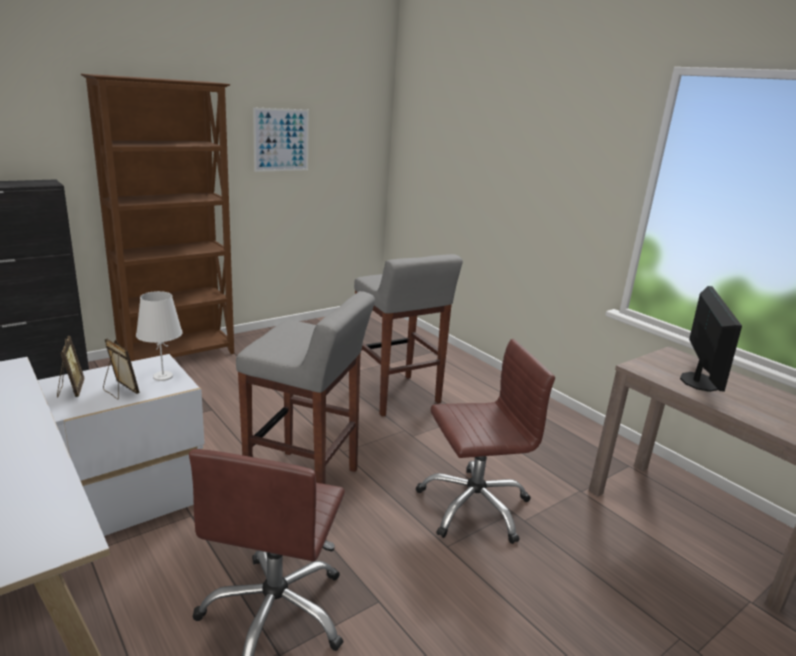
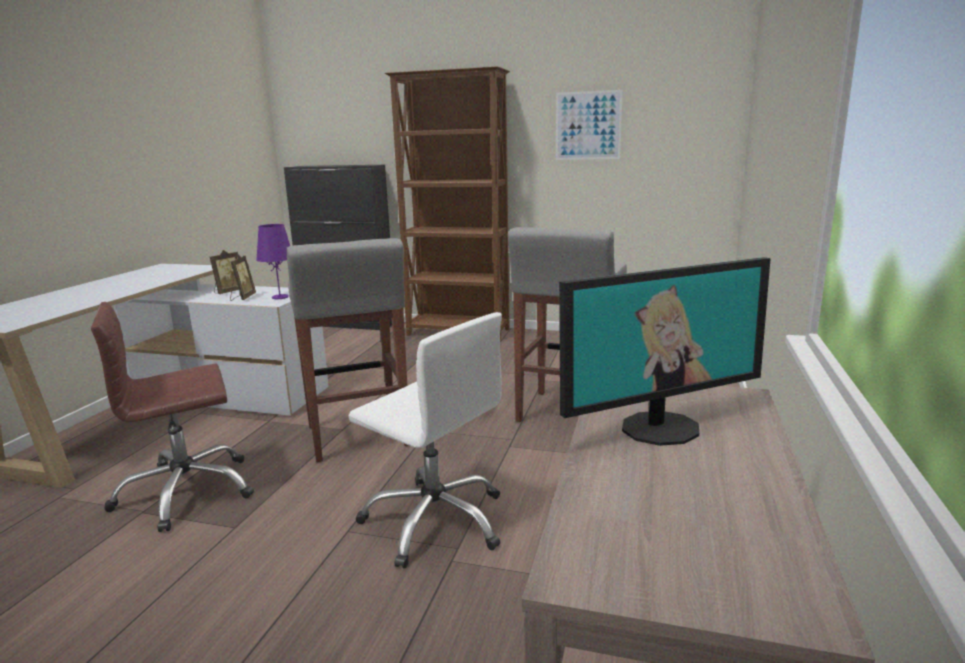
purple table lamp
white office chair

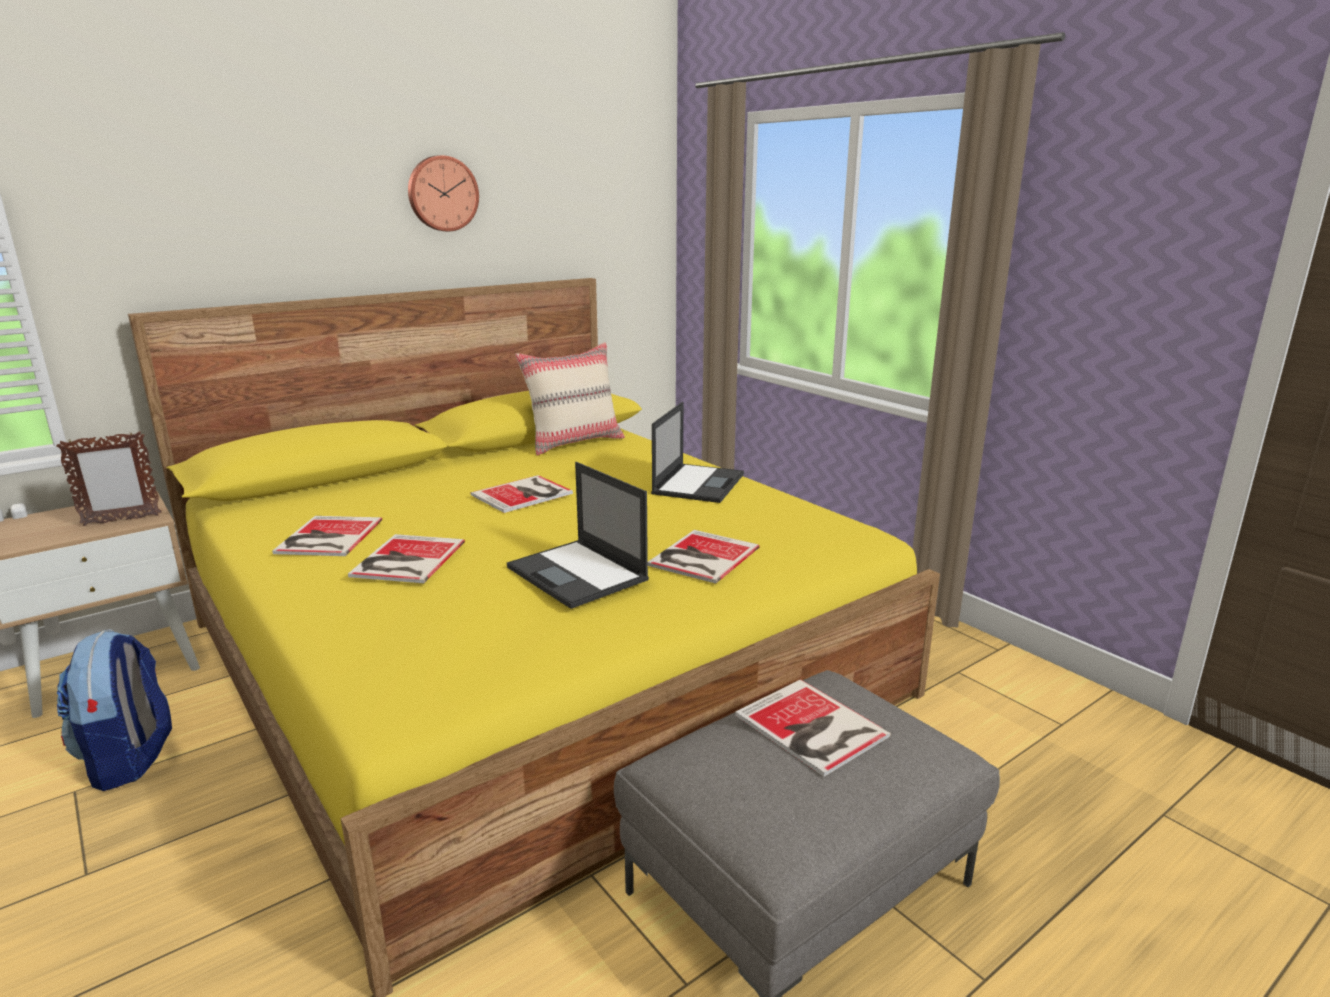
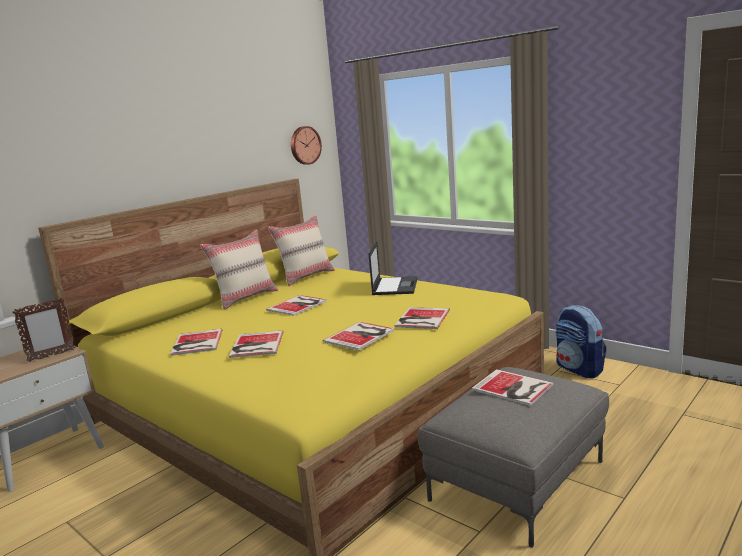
beige pillow (1st from left)
backpack
wall clock
book (4th from left)

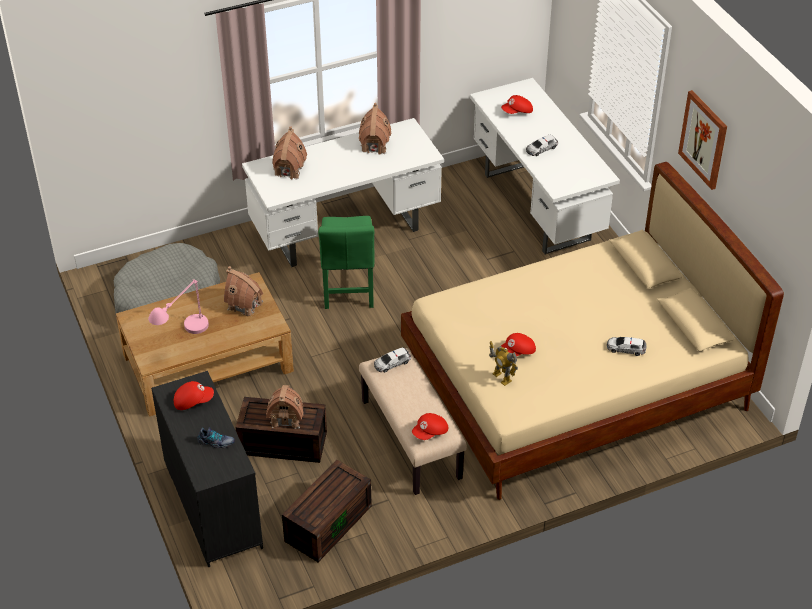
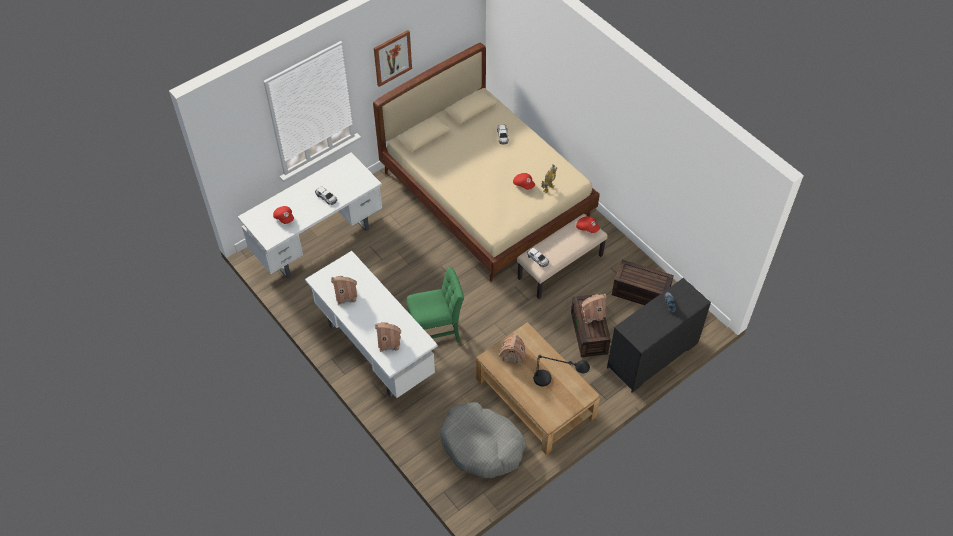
red cap (1st from left in the first image)
black table lamp

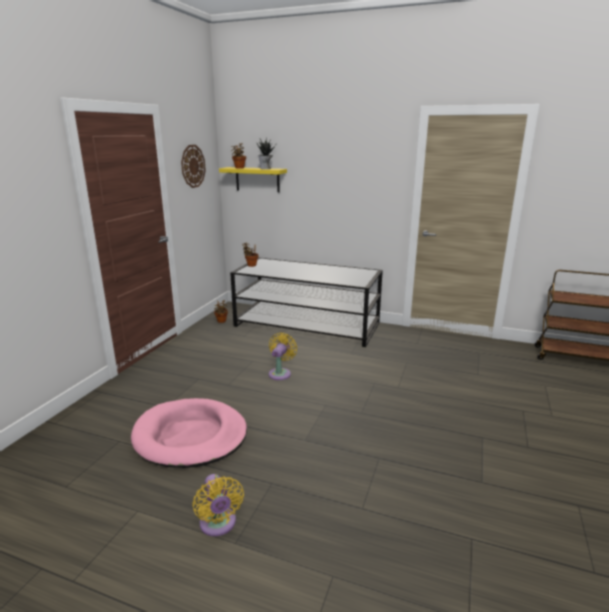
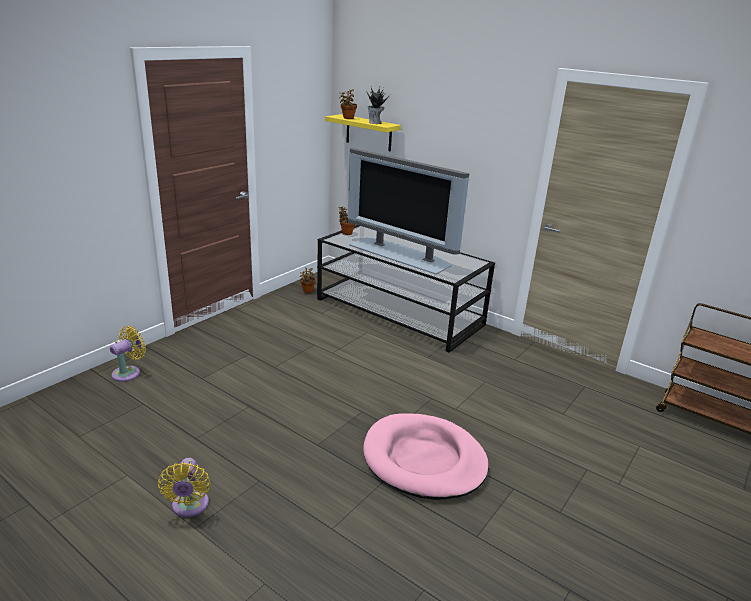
wall clock
television
pink dog bed
yellow fan (1st from left)

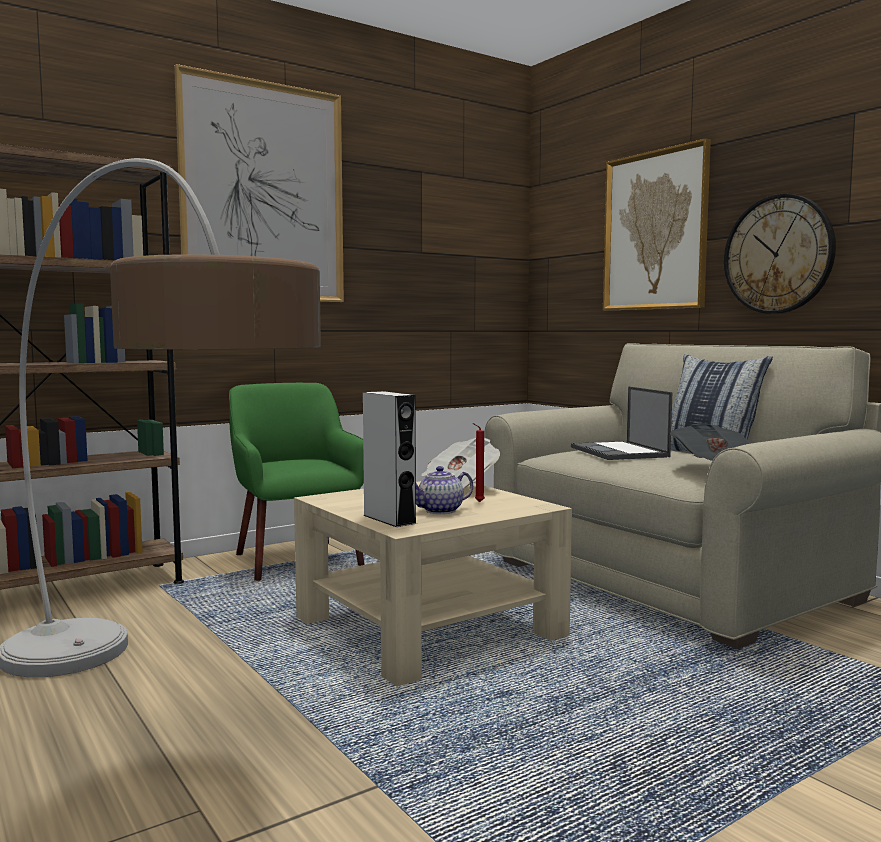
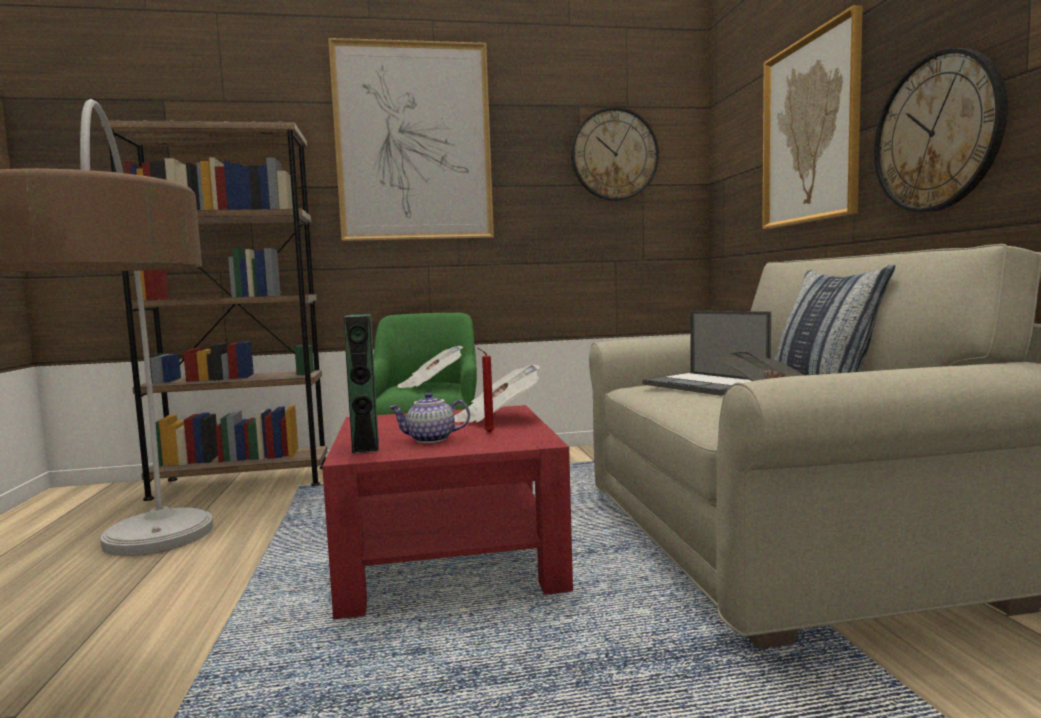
newspaper (1st from left)
wall clock (1st from left)
red coffee table
green speaker
laptop

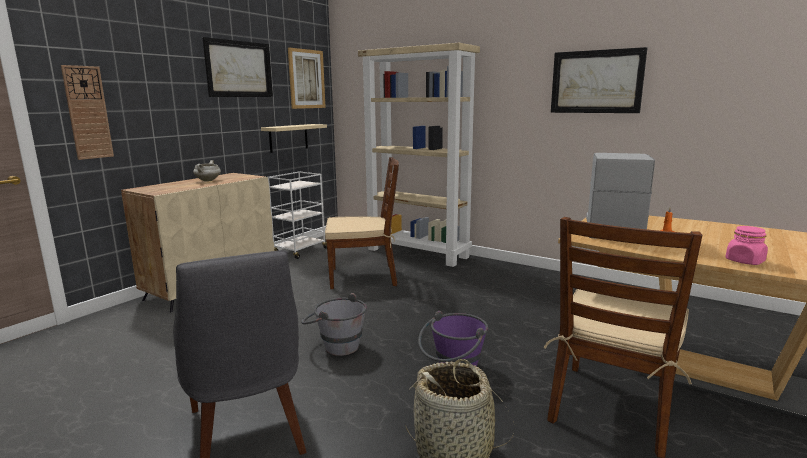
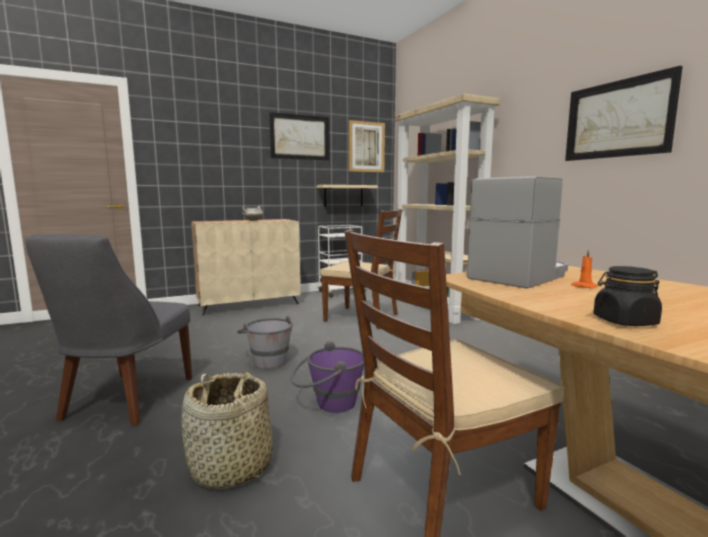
wall clock
black jar

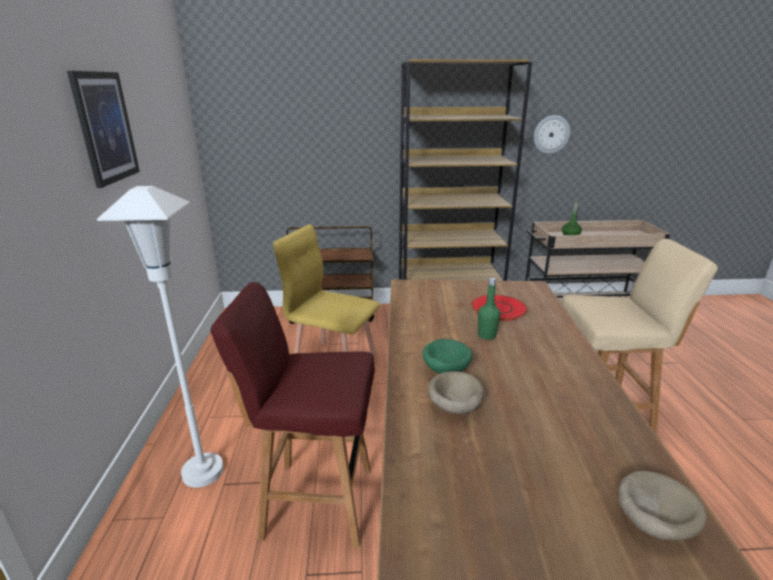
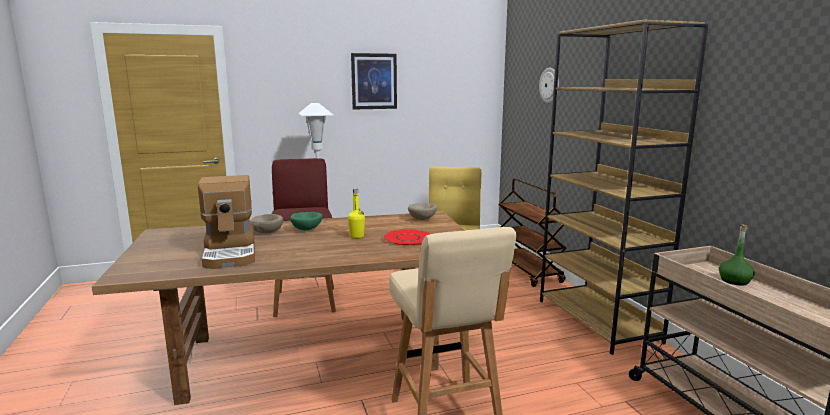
coffee machine
wall clock
beige bowl (2nd from left)
yellow bottle

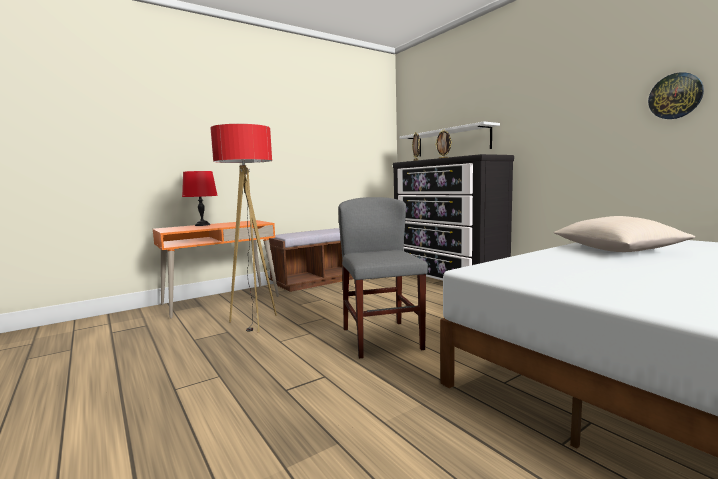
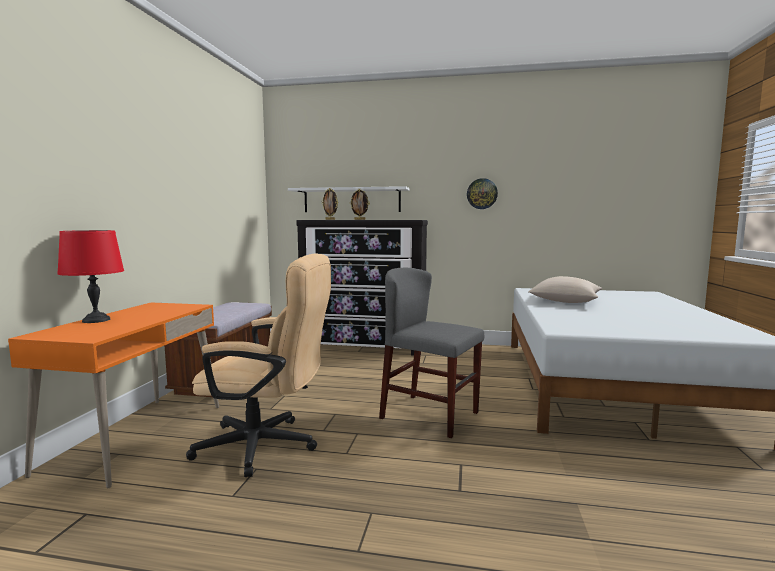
wall clock
beige office chair

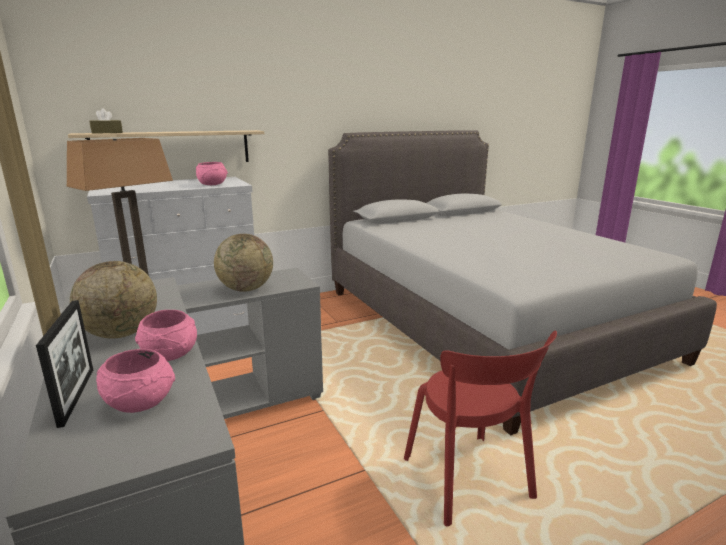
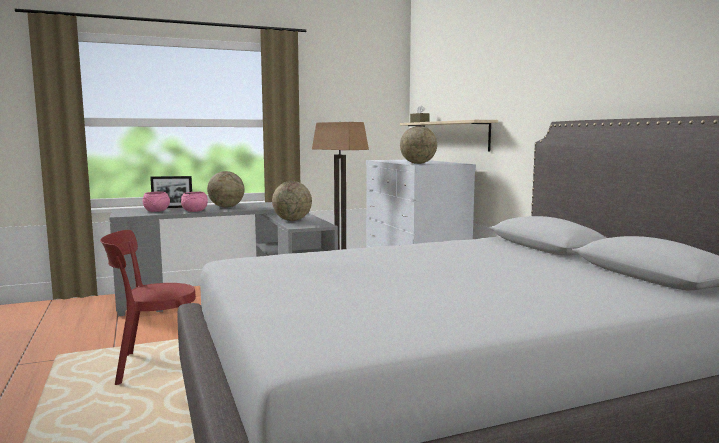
globe (3rd from left)

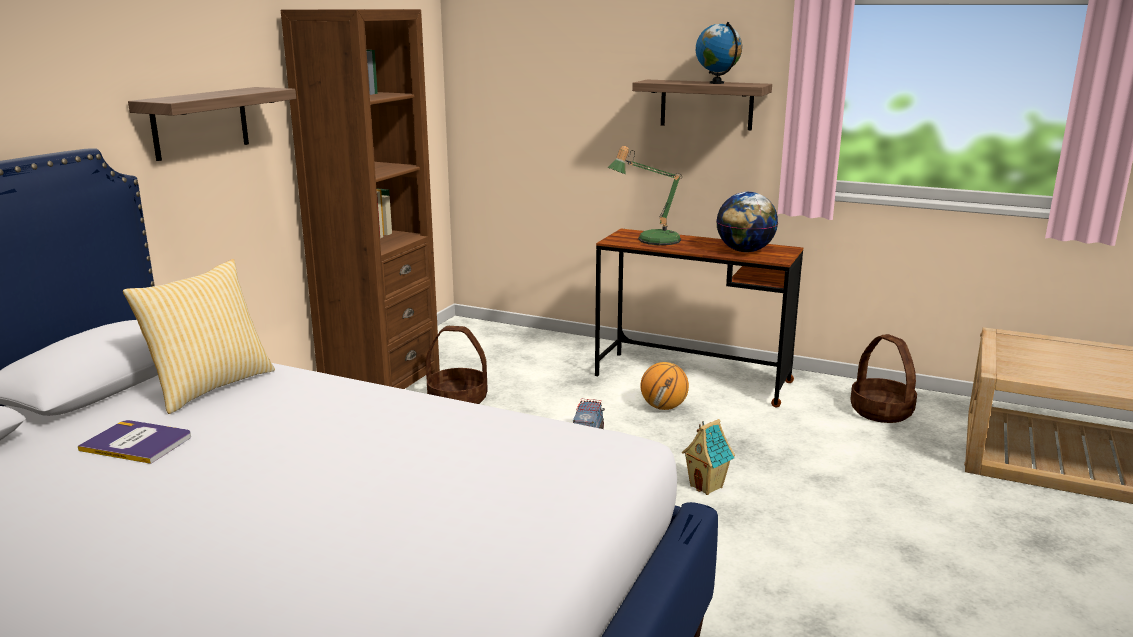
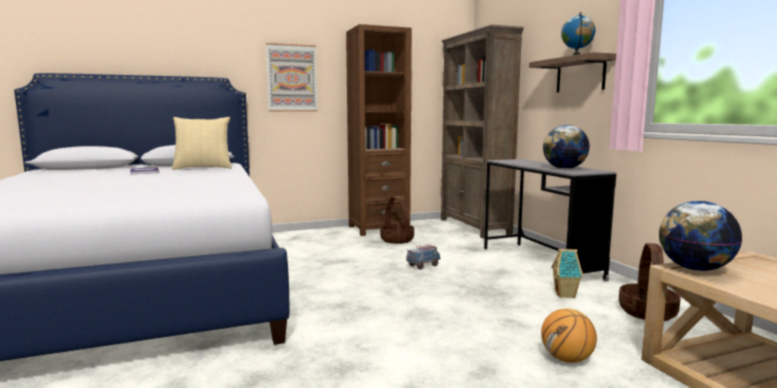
table lamp
brown bookcase (2nd from left)
globe (3rd from left)
basketball
toy house
picture
grey desk

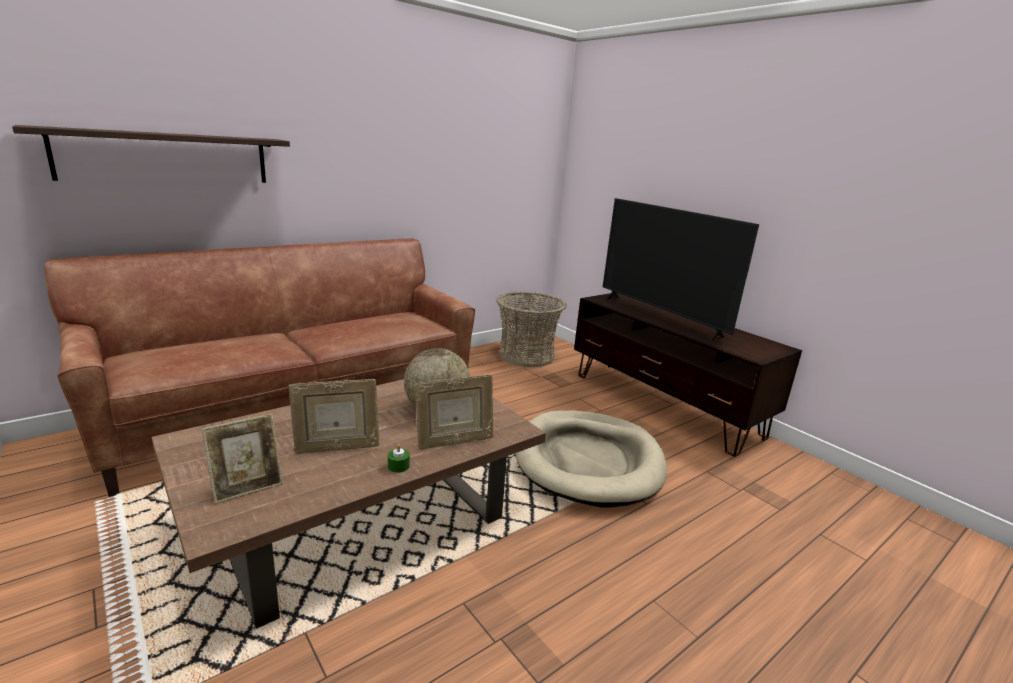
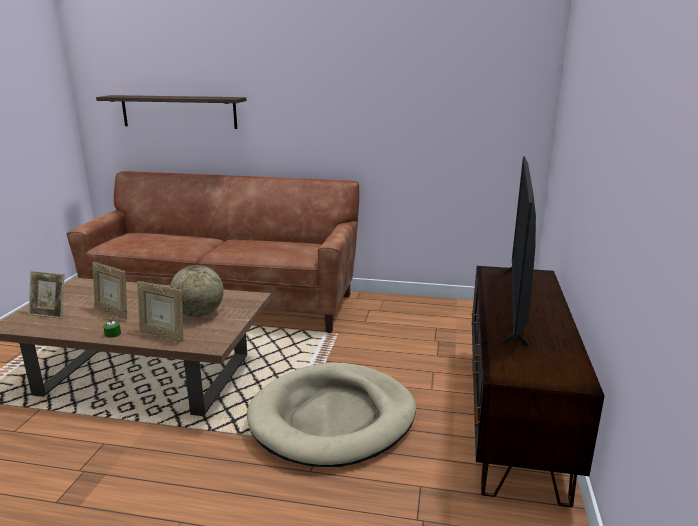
basket

